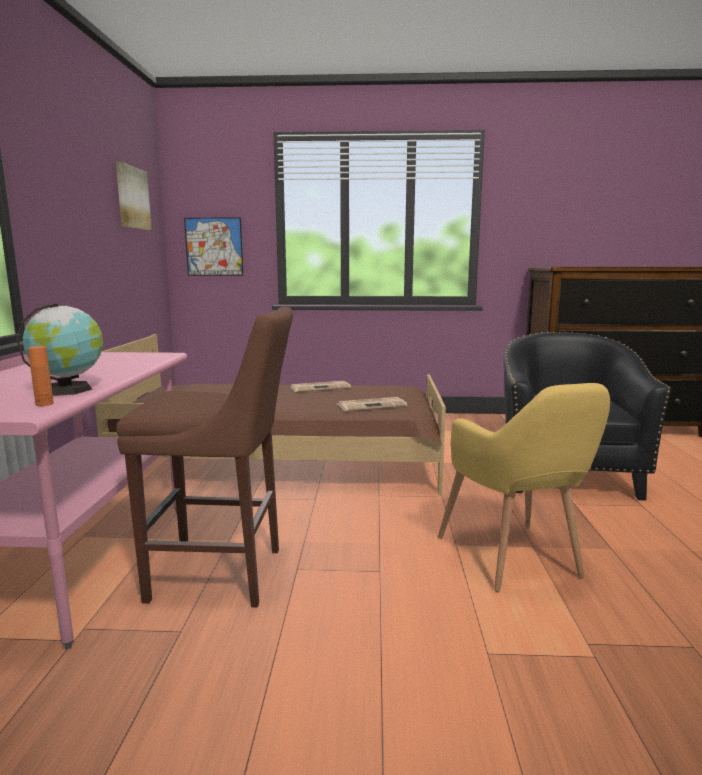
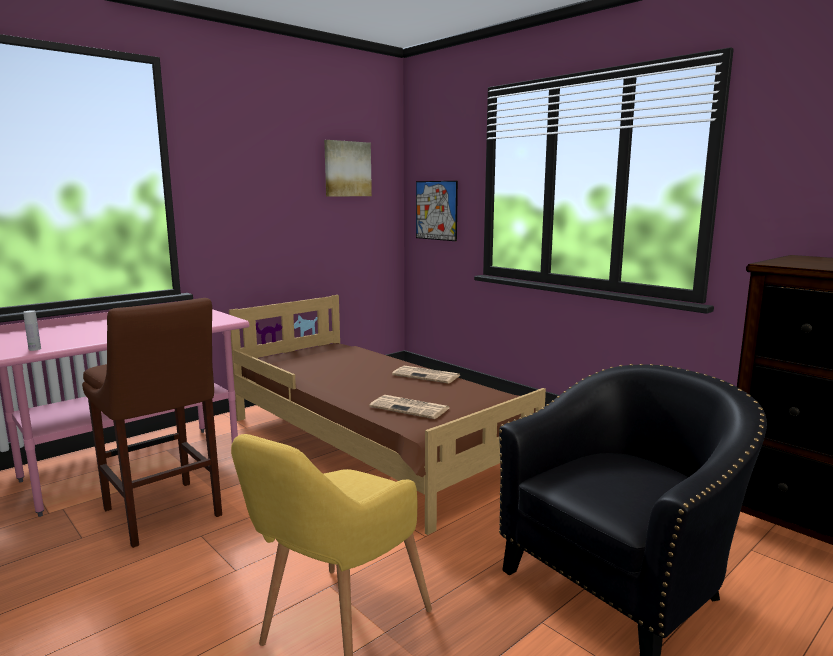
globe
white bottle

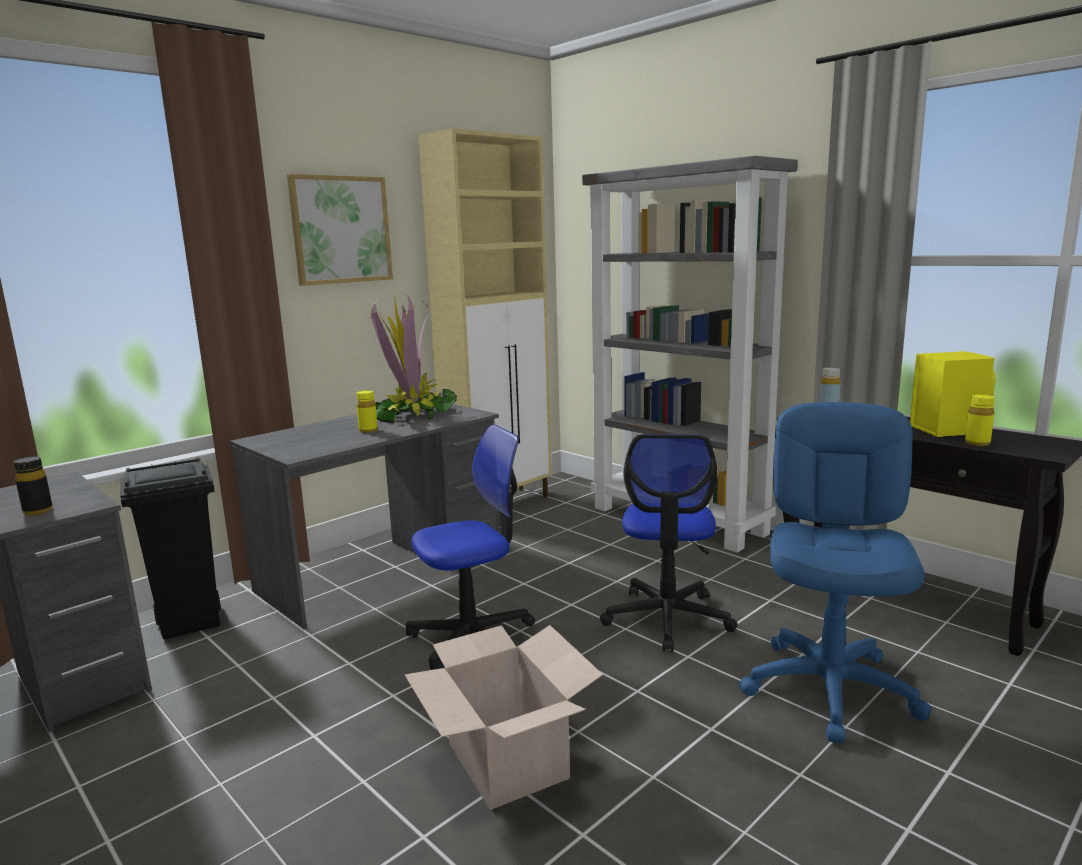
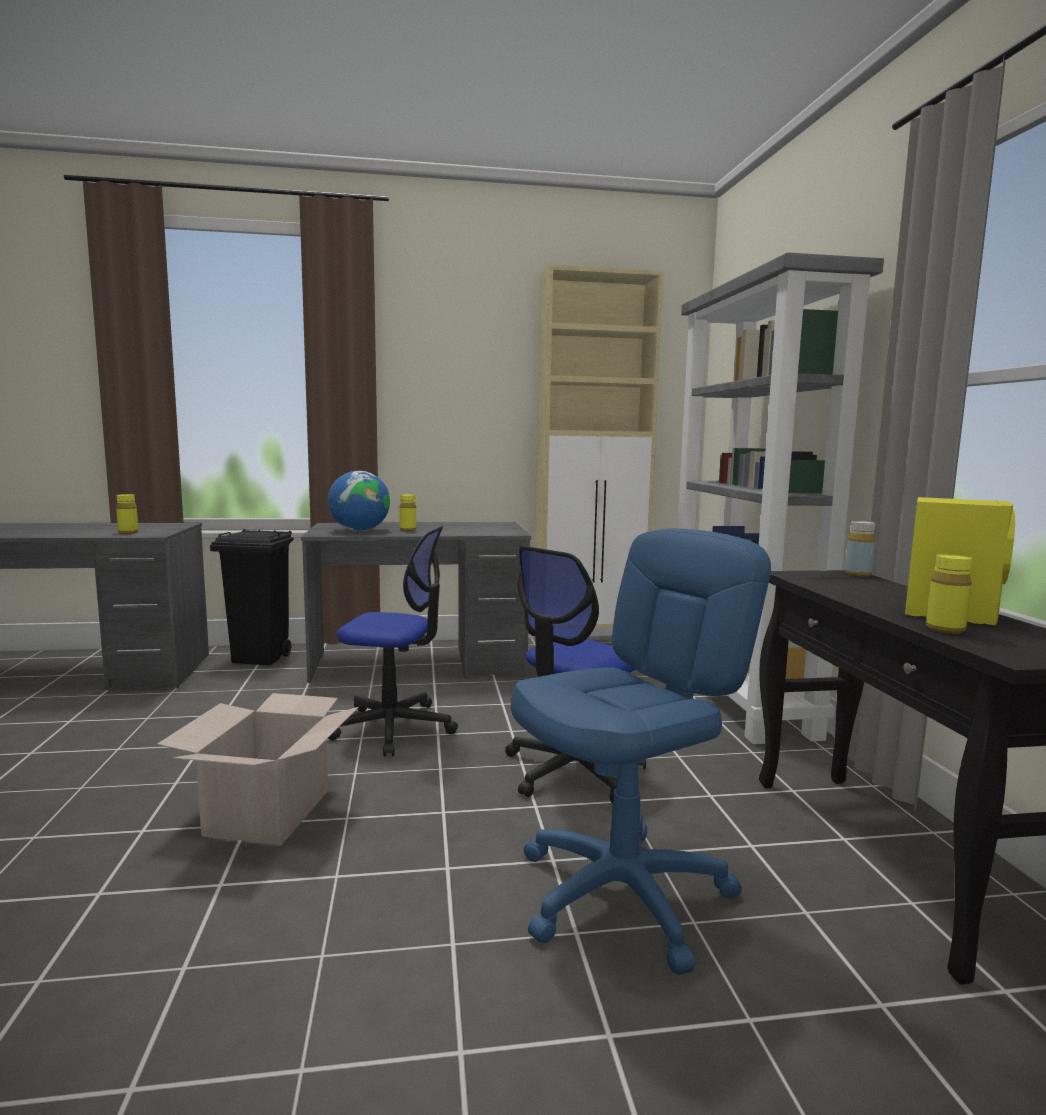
picture
potted plant
globe
yellow bottle (1st from left)

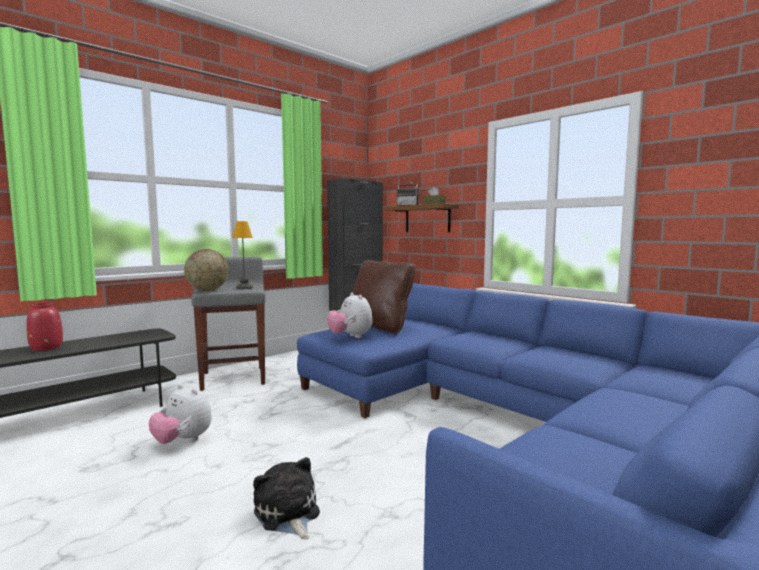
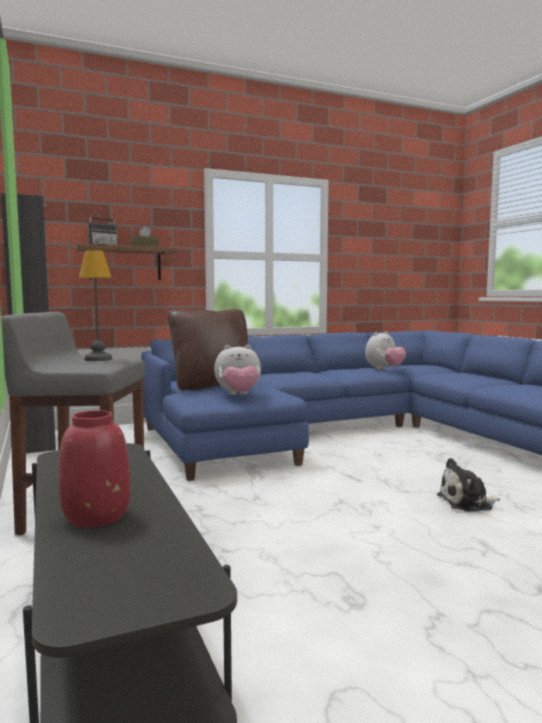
globe
plush toy (2nd from left)

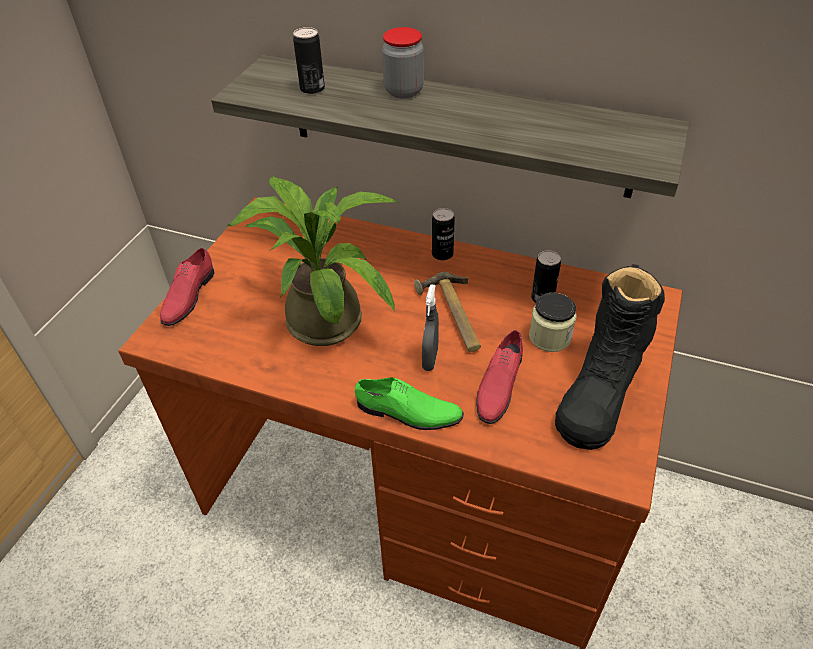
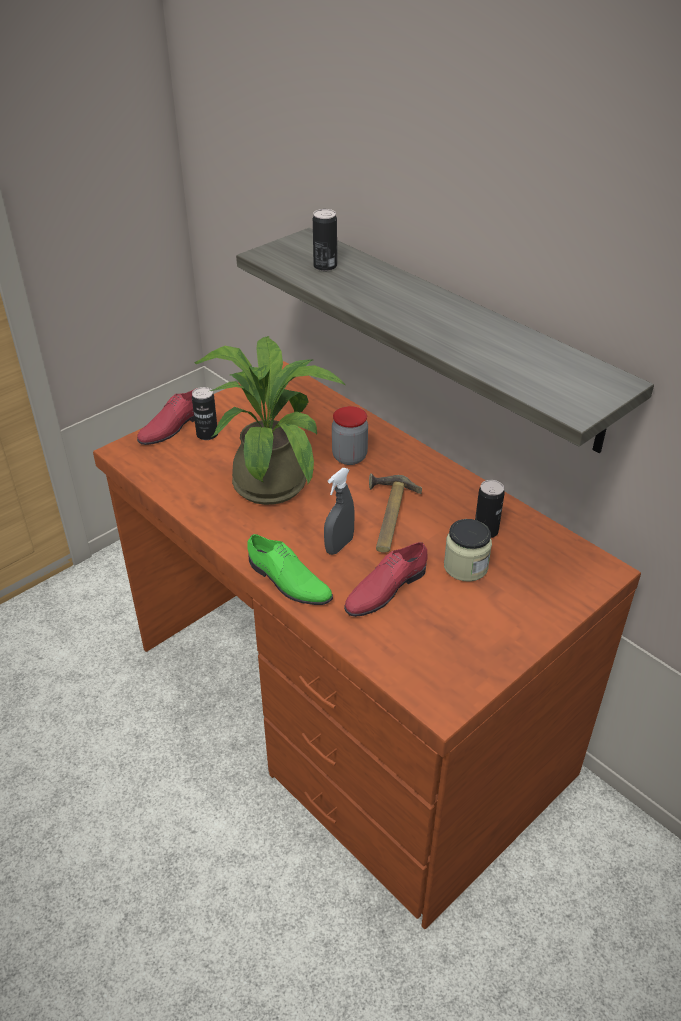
black boot
jar (1st from left)
can (1st from left)

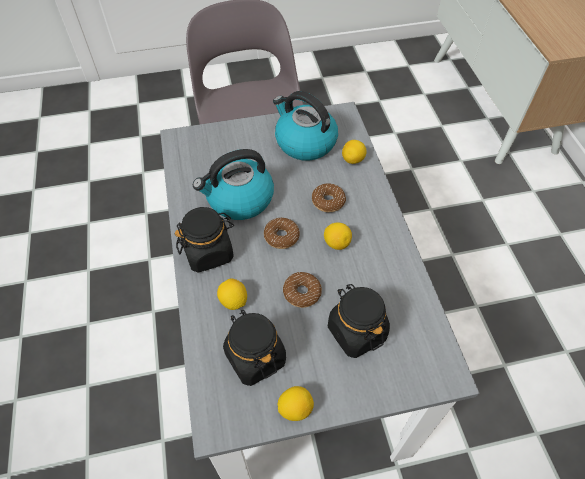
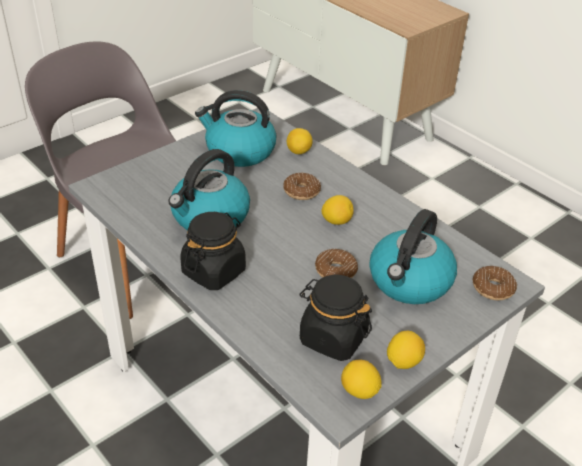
lemon (3rd from left)
donut (3rd from left)
kettle (3rd from left)

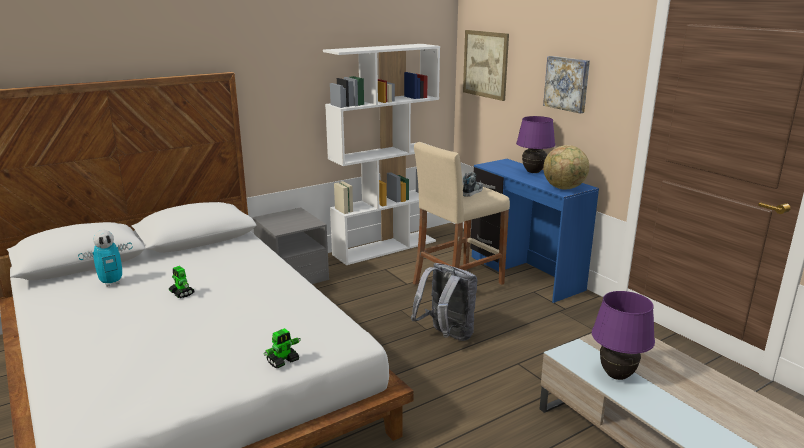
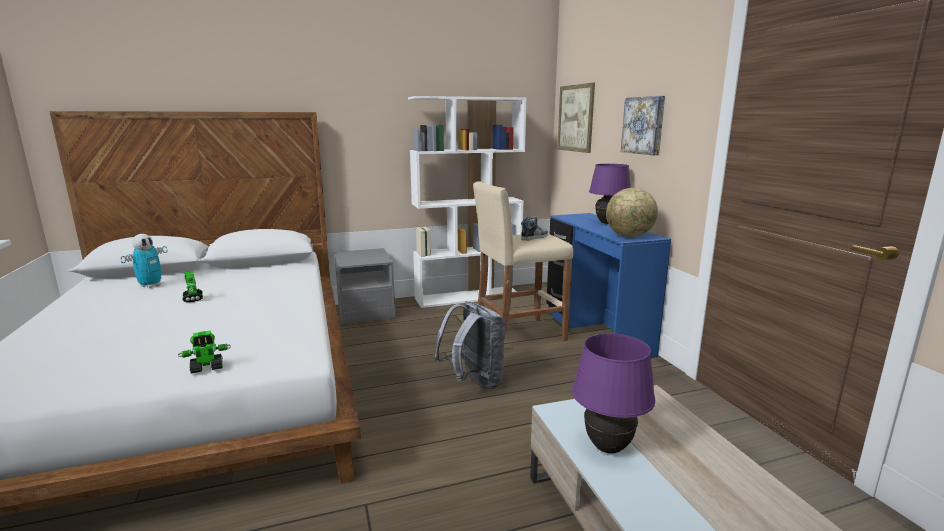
toy robot (1st from left)

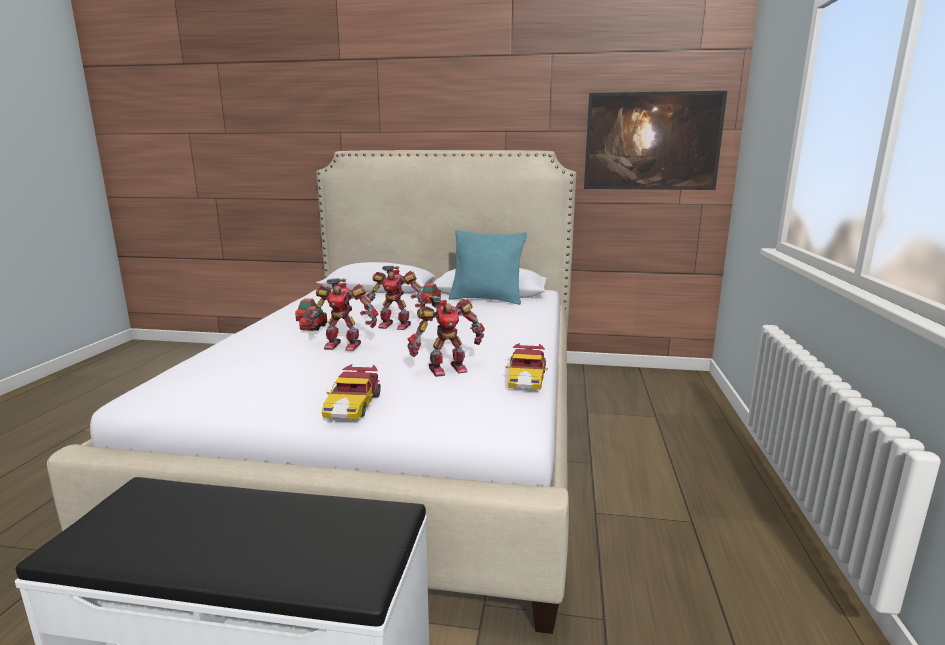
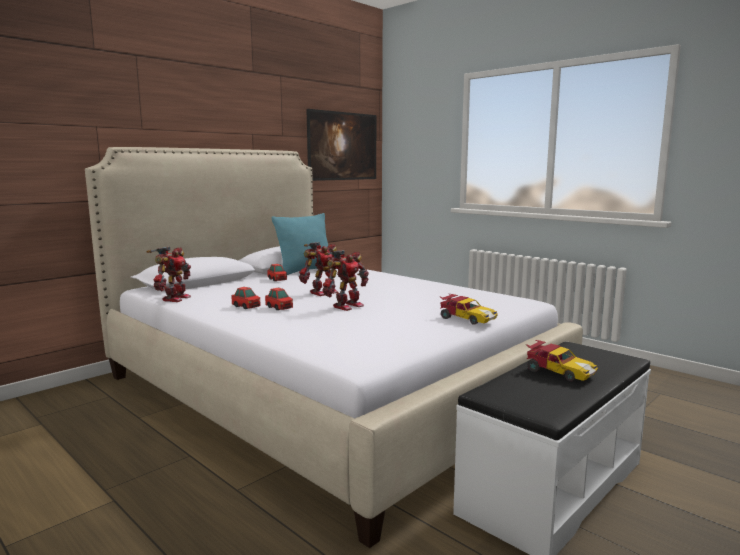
toy robot (1st from left)
toy car (5th from left)

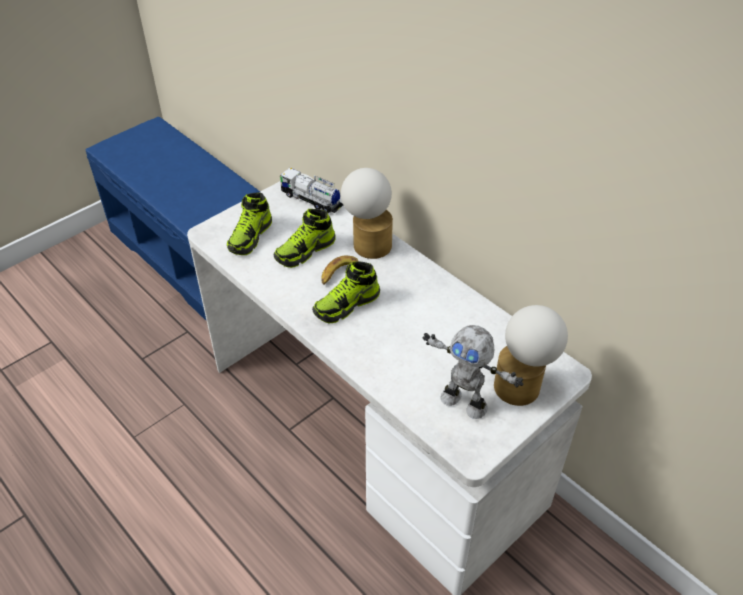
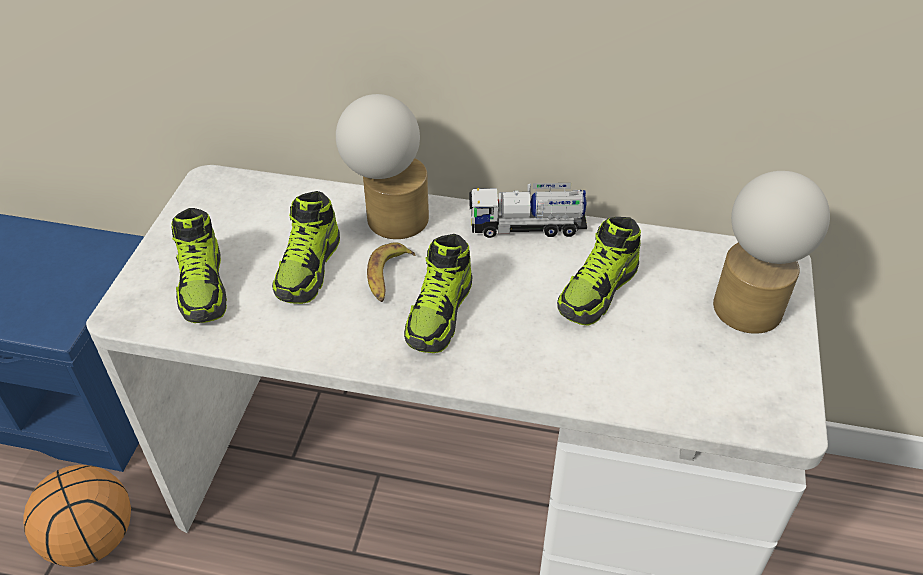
toy robot
basketball
shoe (4th from left)
toy truck

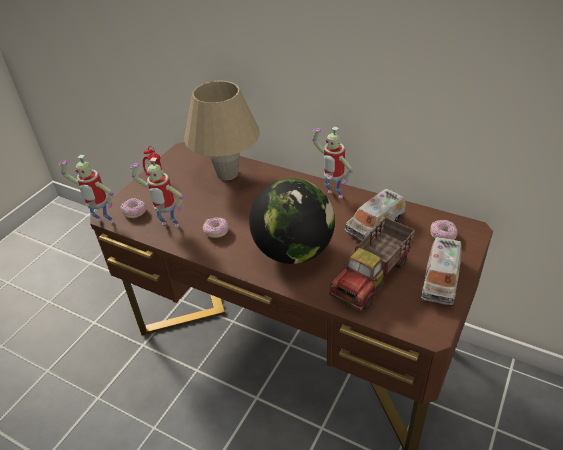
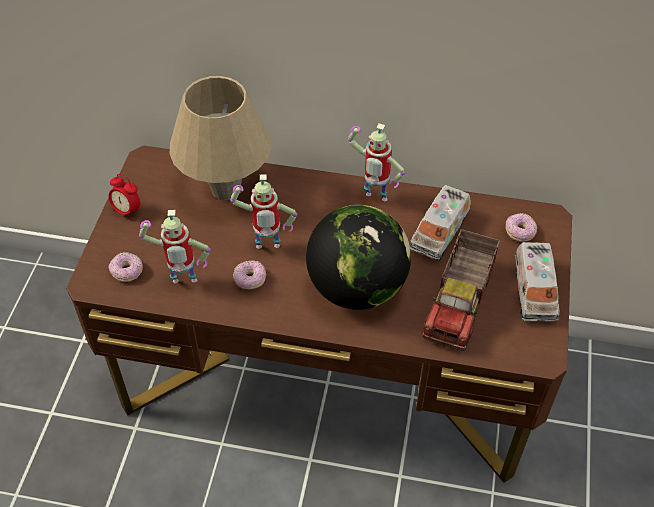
toy robot (2nd from left)

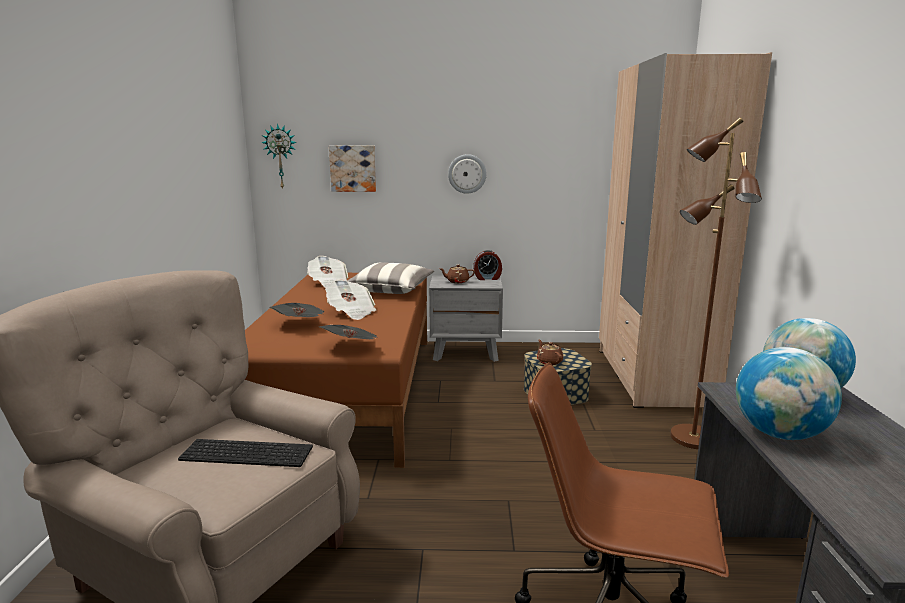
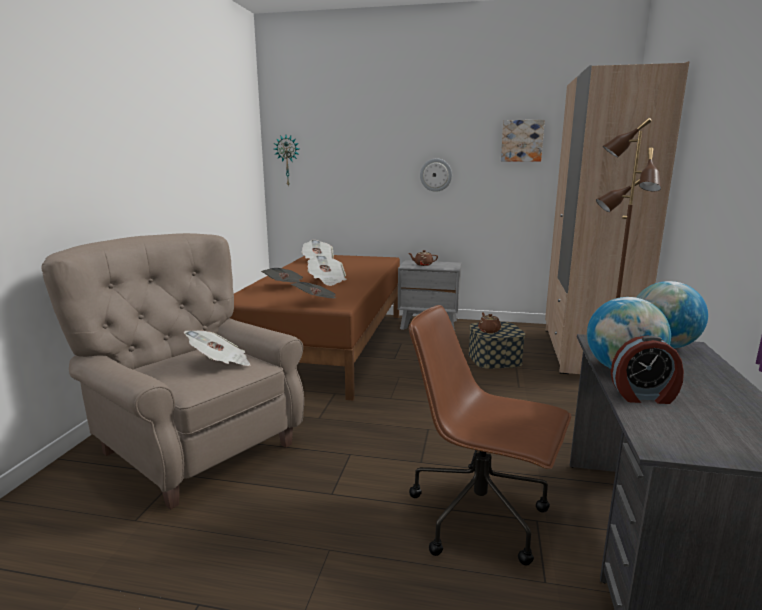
pillow
picture
alarm clock
newspaper (1st from left)

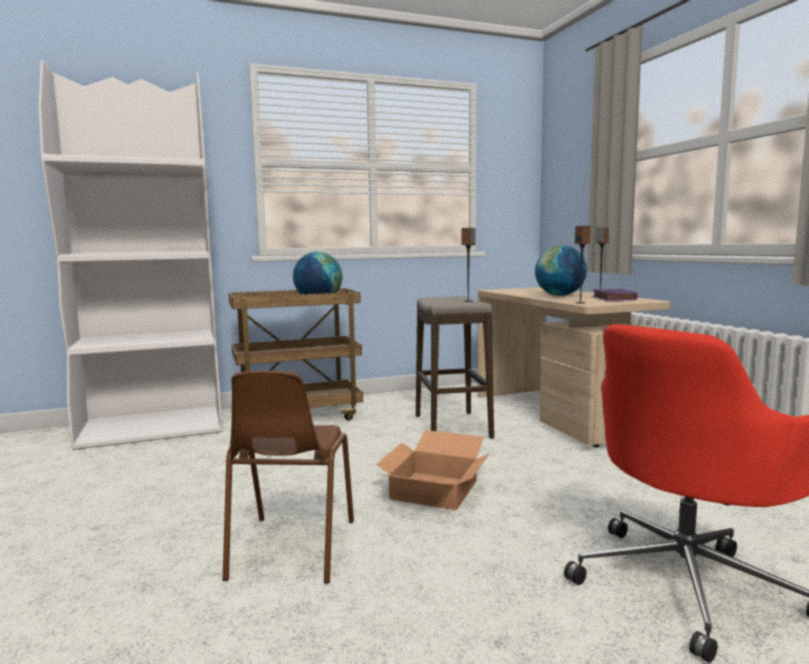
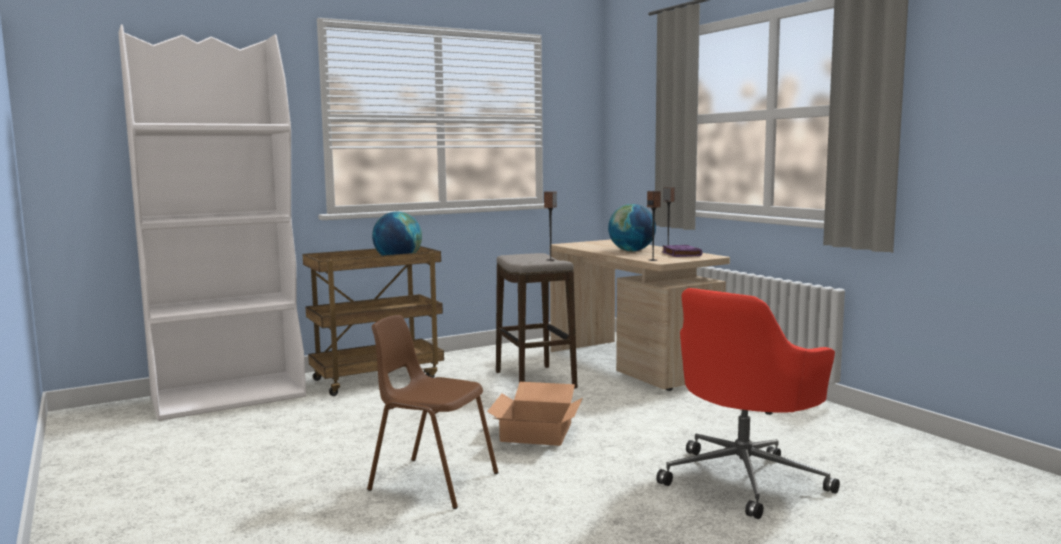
brown chair

